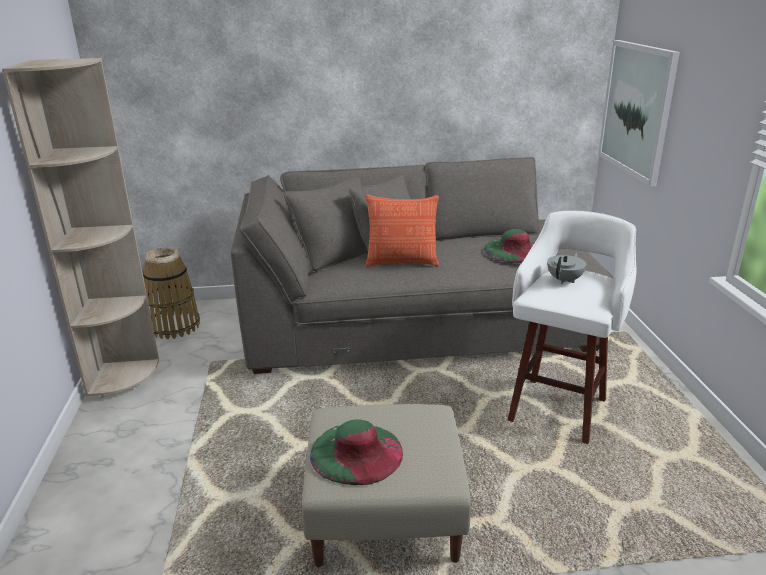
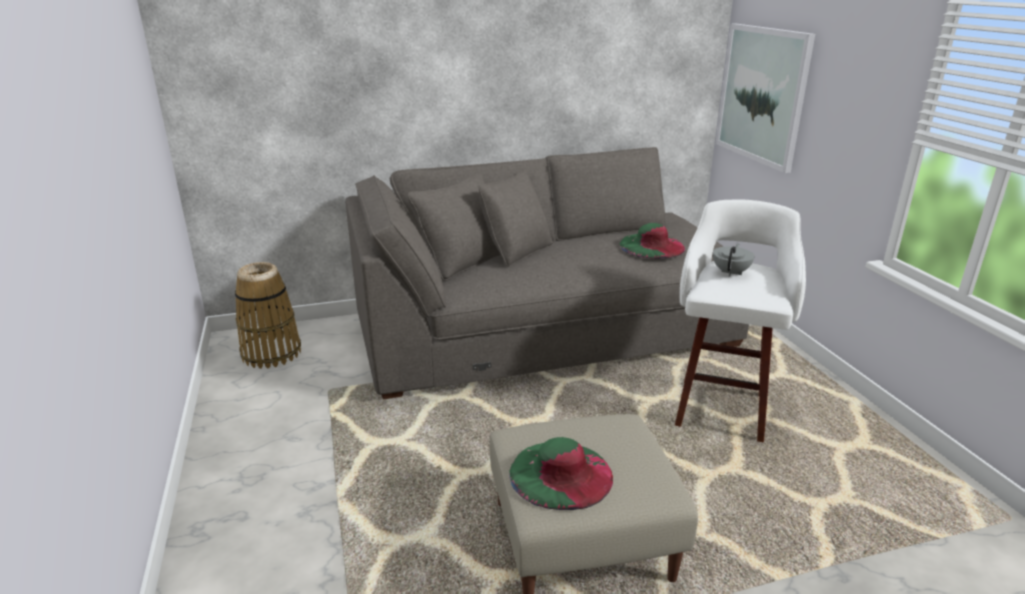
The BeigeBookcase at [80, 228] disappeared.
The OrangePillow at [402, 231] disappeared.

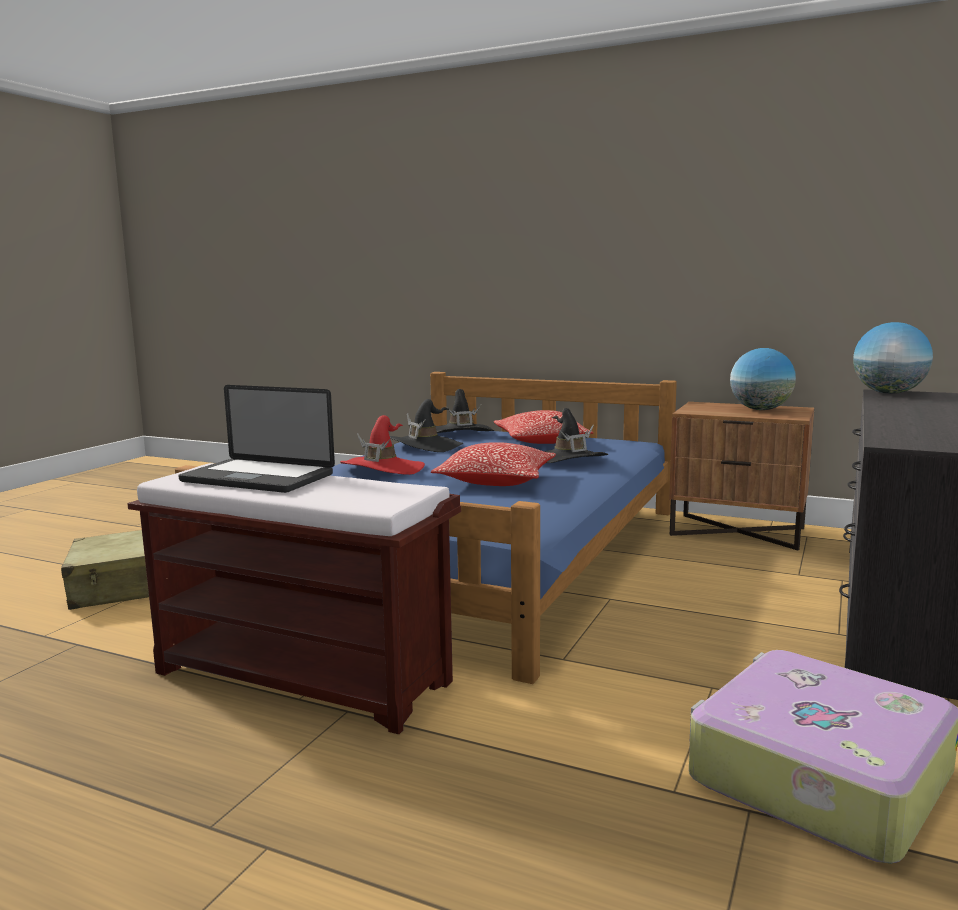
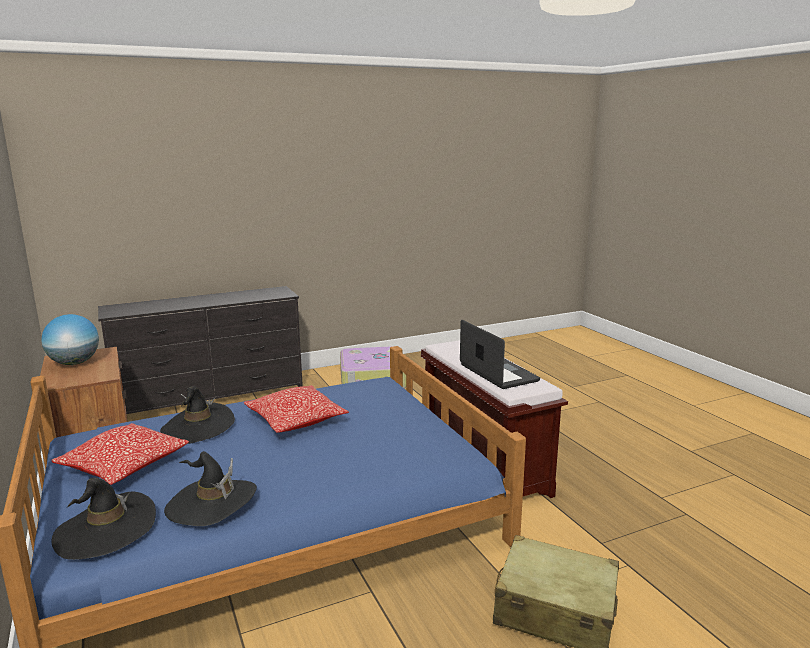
The RedHat at [382, 445] disappeared.
The Globe at [893, 358] disappeared.

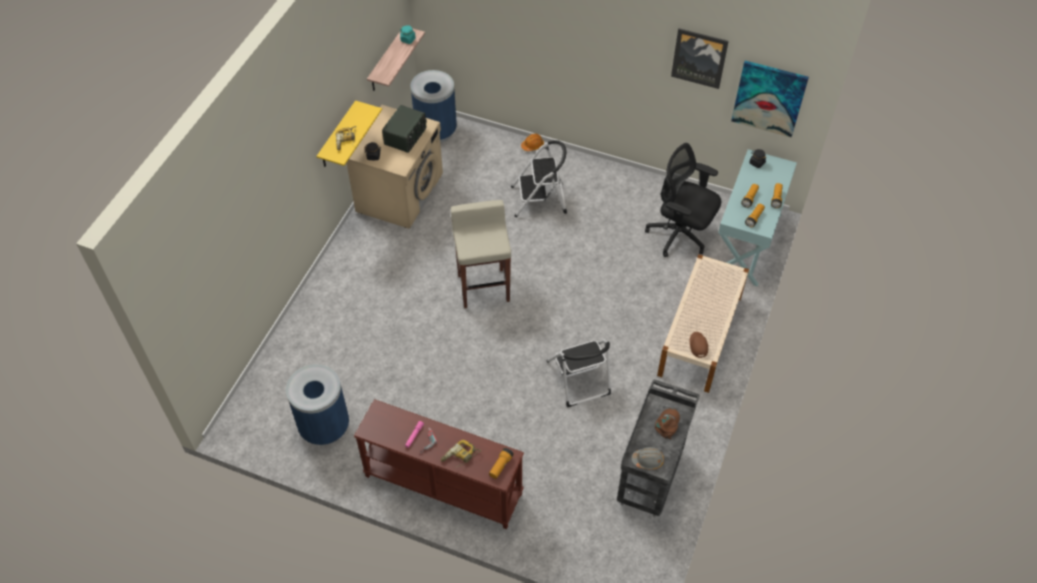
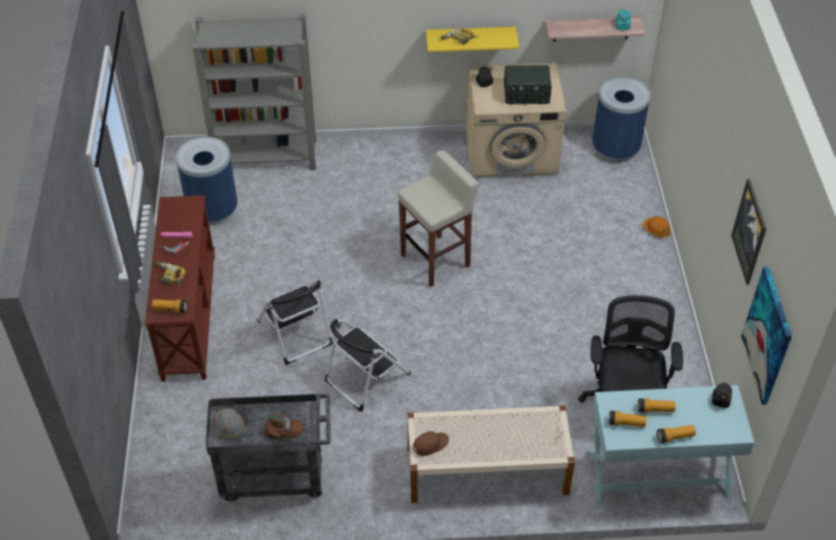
The GreyBookcase at [254, 91] appeared.
The StepLadder moved from [539, 178] to [295, 322].

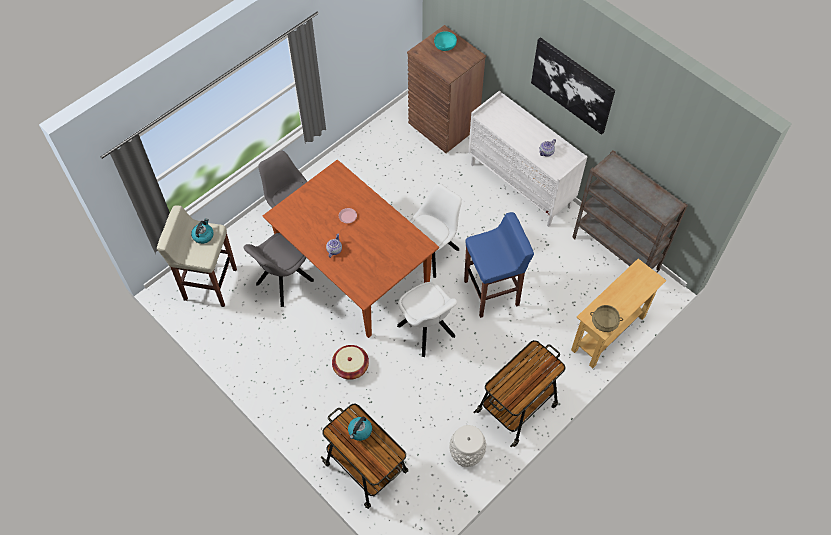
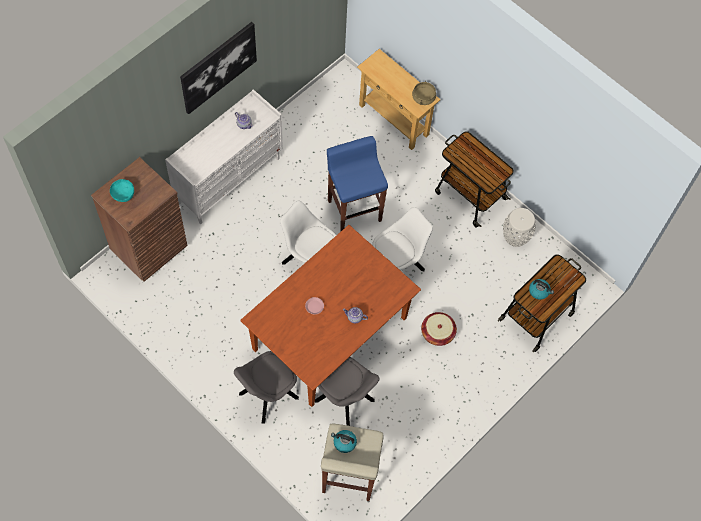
The GreyBookcase at [630, 211] disappeared.

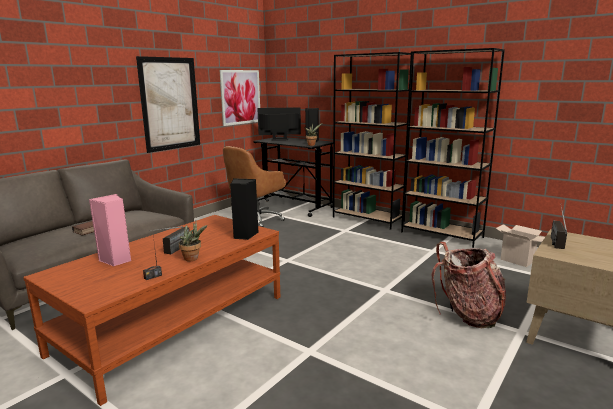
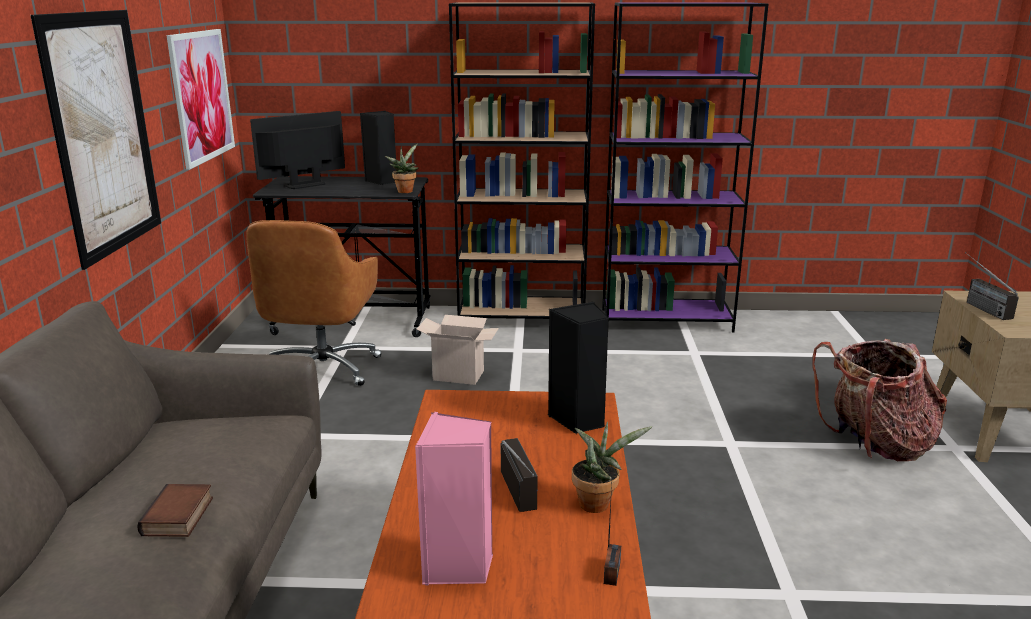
The CardboardBox moved from [520, 245] to [457, 350].
The BeigeBookcase at [453, 148] became the PurpleBookcase at [685, 167].

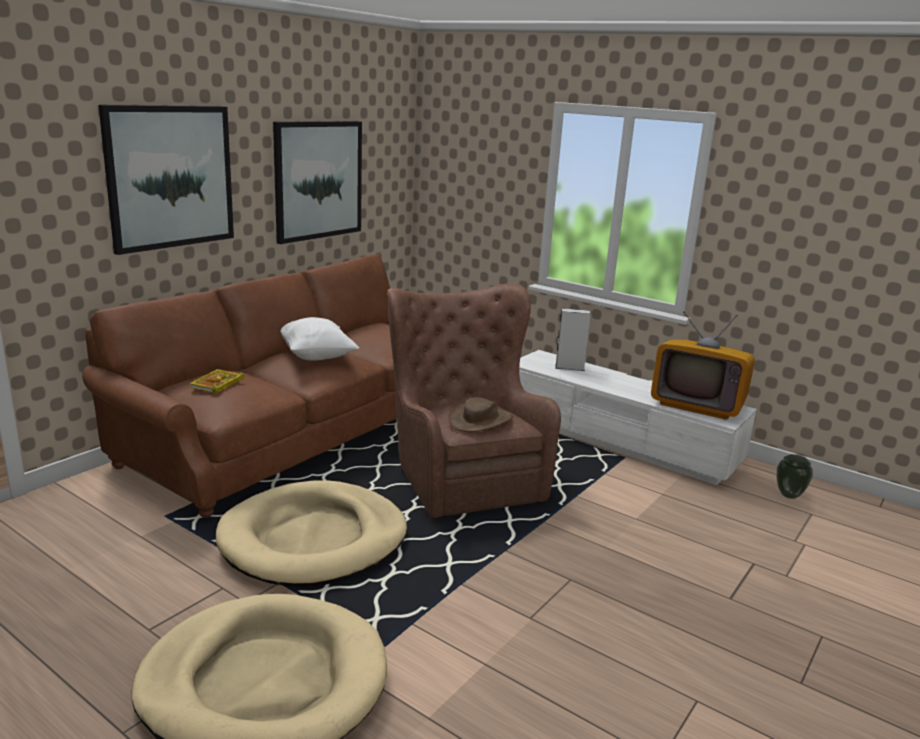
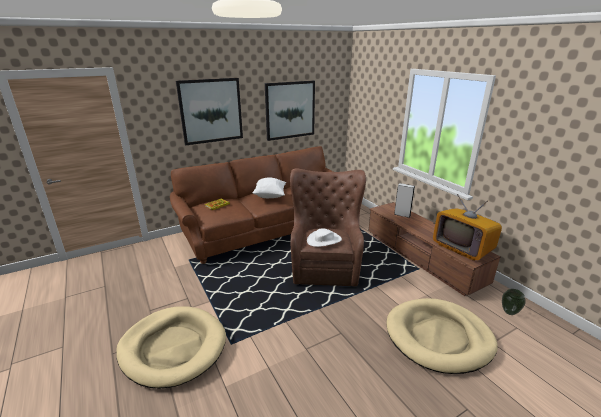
The BrownHat at [480, 414] became the WhiteHat at [324, 237].
The WhiteTvStand at [638, 417] became the BrownTvStand at [434, 249].
The BeigeDogBed moved from [311, 533] to [442, 336].

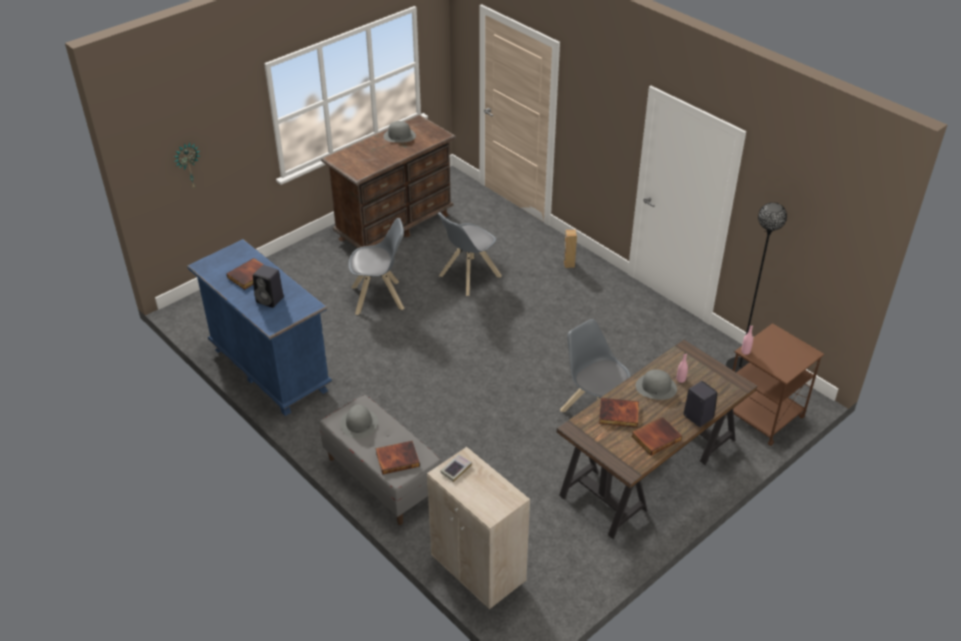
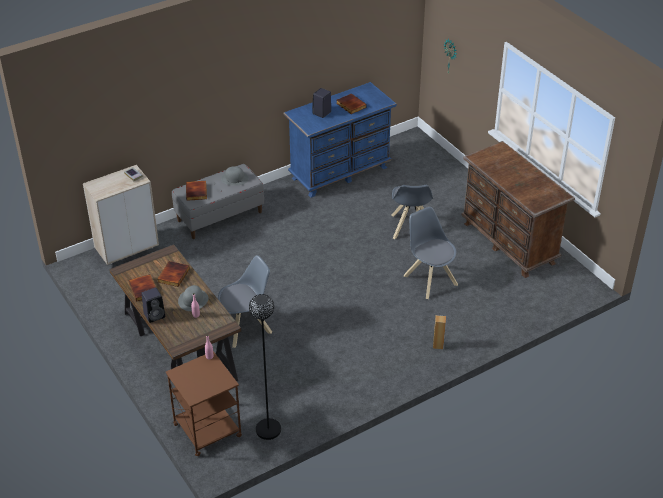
The GreyHat at [399, 132] disappeared.

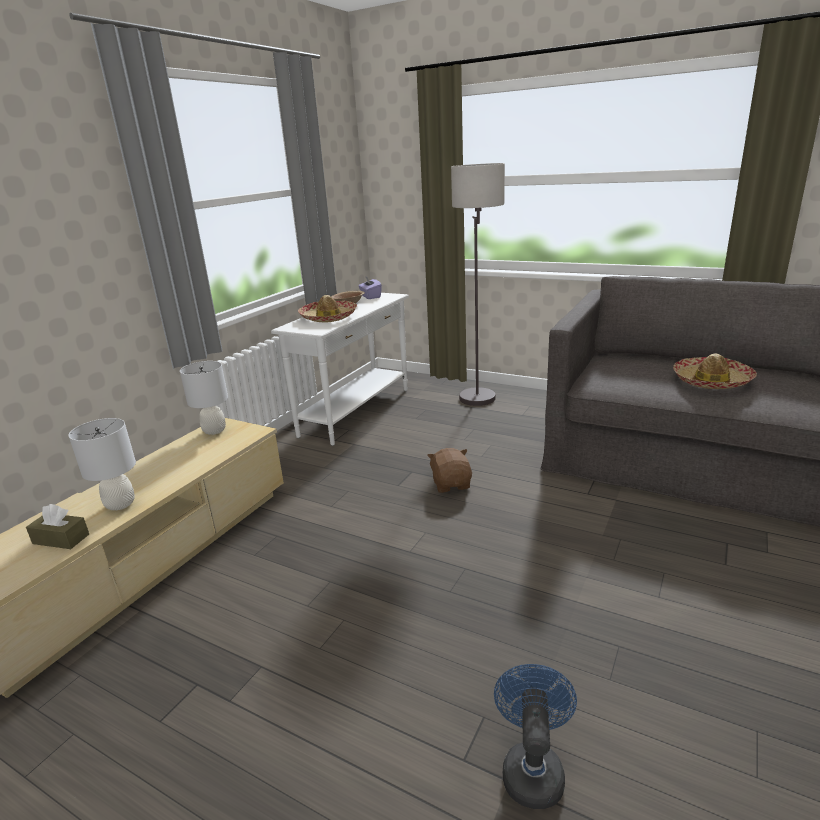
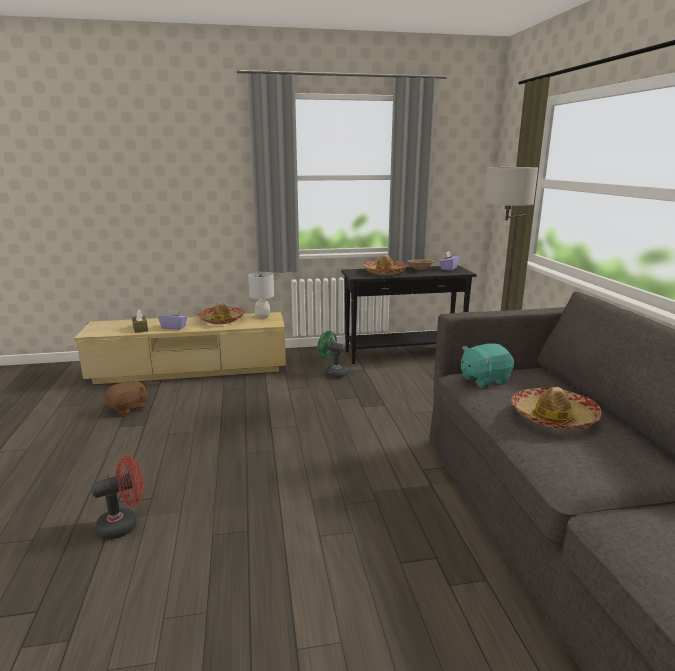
The BlueFan at [535, 736] became the RedFan at [117, 498].
The BrownPlushToy moved from [449, 470] to [126, 397].
The GreyTableLamp at [102, 464] was replaced by the PurpleTissueBox at [173, 319].
The Hat at [221, 314] appeared.
The GreenFan at [332, 354] appeared.
The WhiteConsoleTable at [340, 369] became the BlackConsoleTable at [409, 315].
The TurquoisePlushToy at [487, 365] appeared.

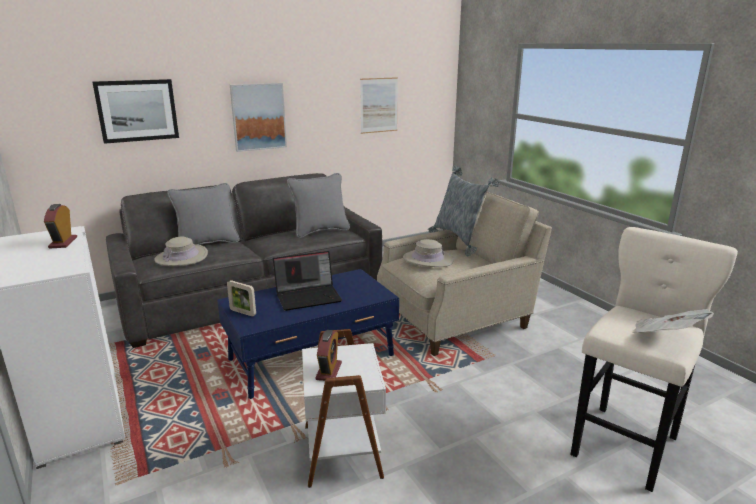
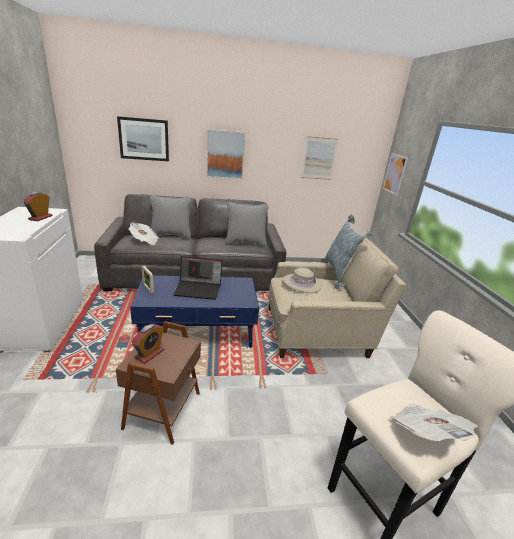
The WhiteSideTable at [344, 408] became the BrownSideTable at [158, 383].
The BeigeHat at [181, 251] was replaced by the Newspaper at [143, 234].
The Picture at [395, 174] appeared.

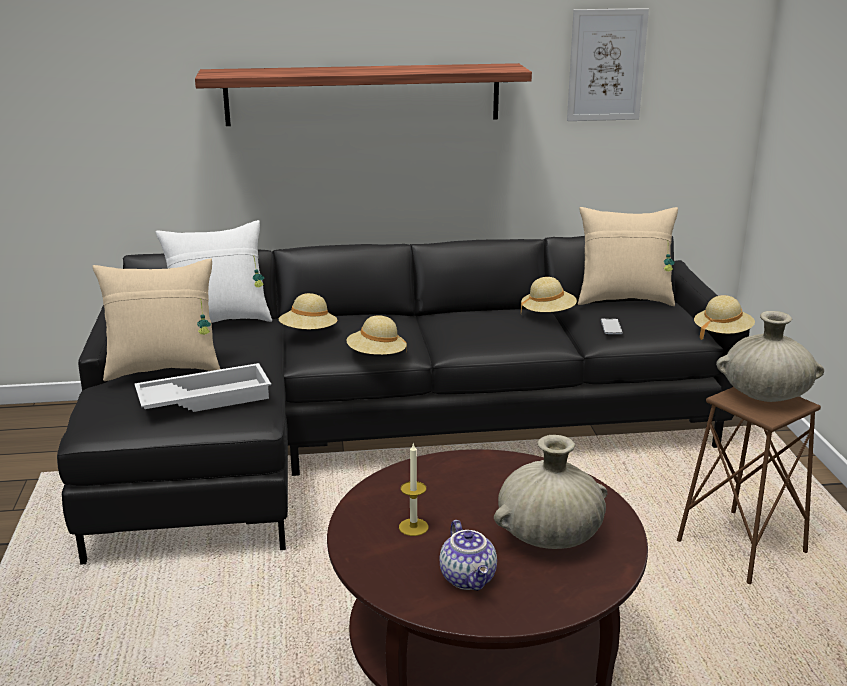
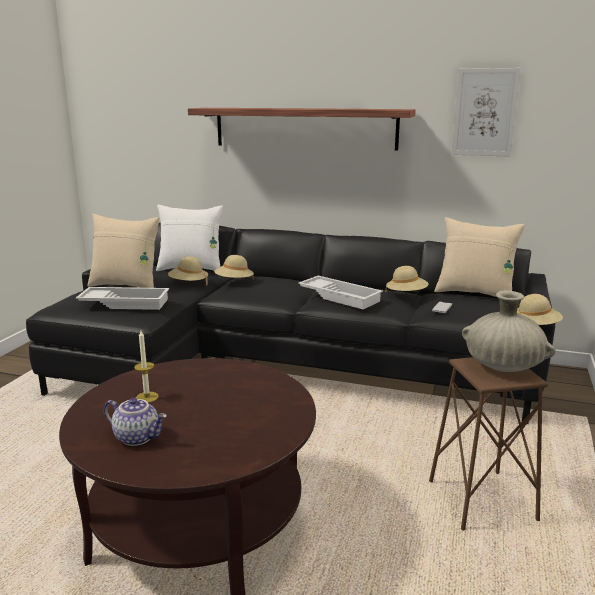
The Teapot at [468, 555] turned 75 degrees counterclockwise.
The BeigeHat moved from [376, 335] to [188, 270].
The WhiteTray at [340, 292] appeared.
The BeigeVase at [550, 492] disappeared.

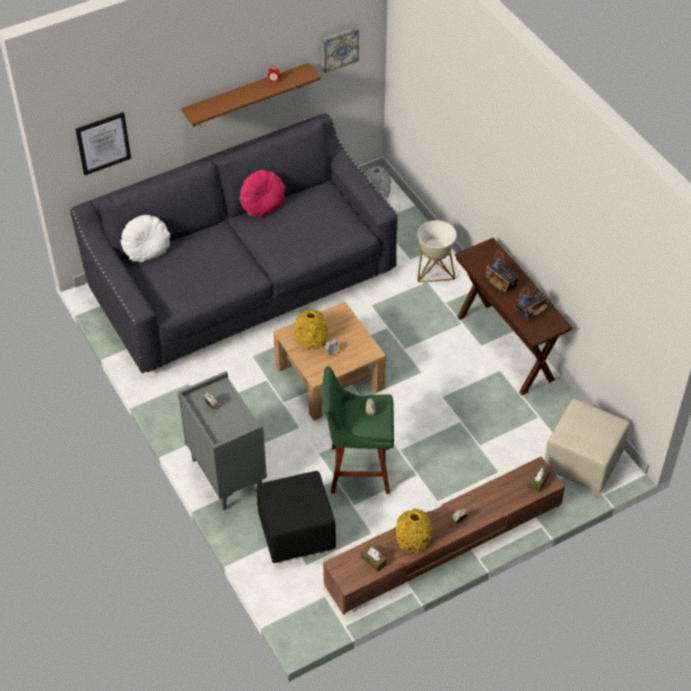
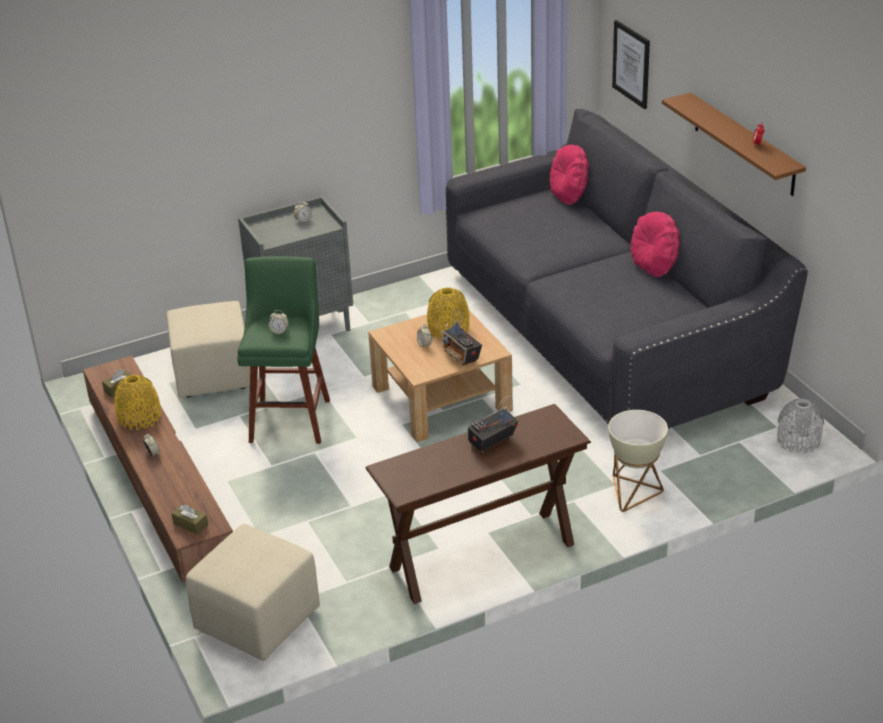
The BlackOttoman at [296, 517] became the BeigeOttoman at [208, 349].
The Radio moved from [531, 303] to [462, 337].
The WhitePillow at [145, 238] became the PinkPillow at [569, 175].
The Picture at [340, 50] disappeared.

